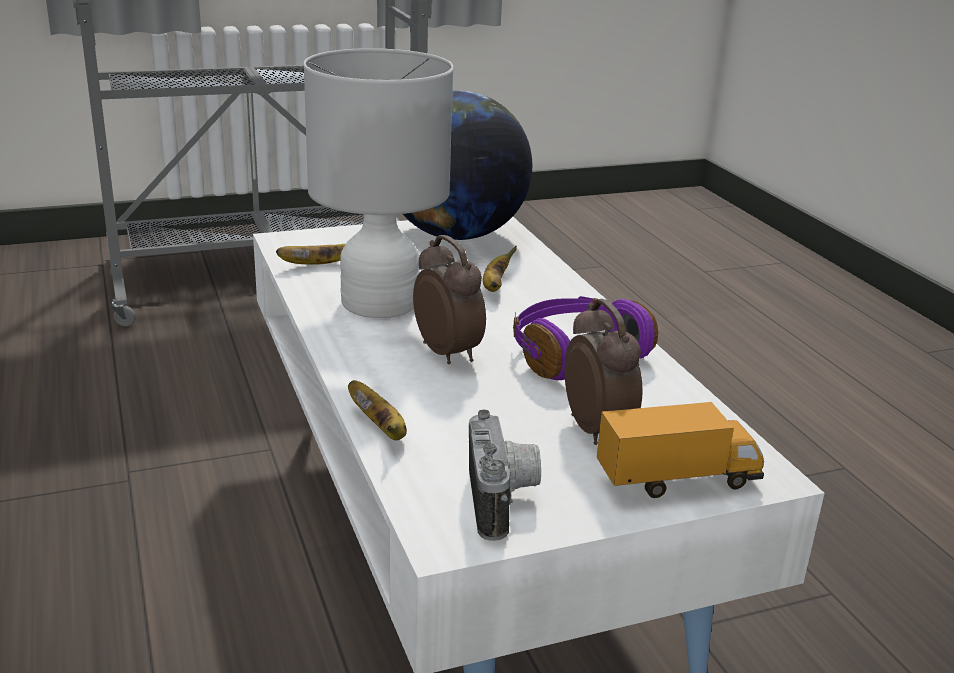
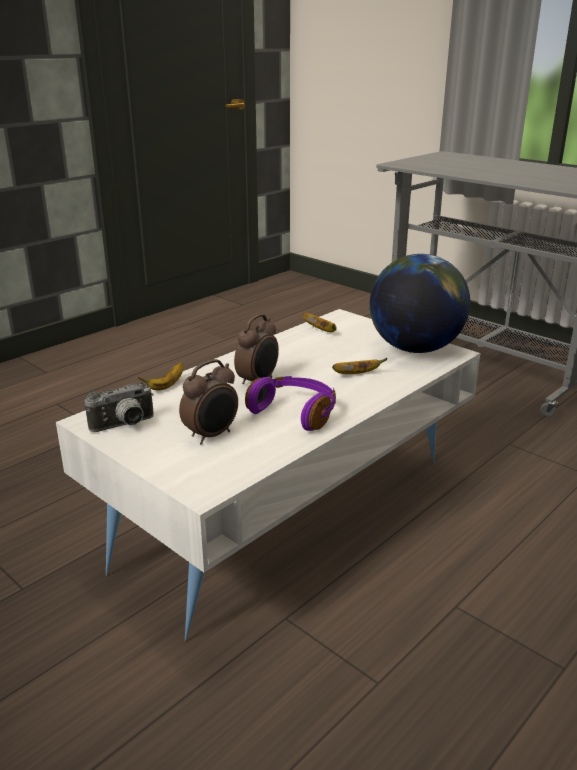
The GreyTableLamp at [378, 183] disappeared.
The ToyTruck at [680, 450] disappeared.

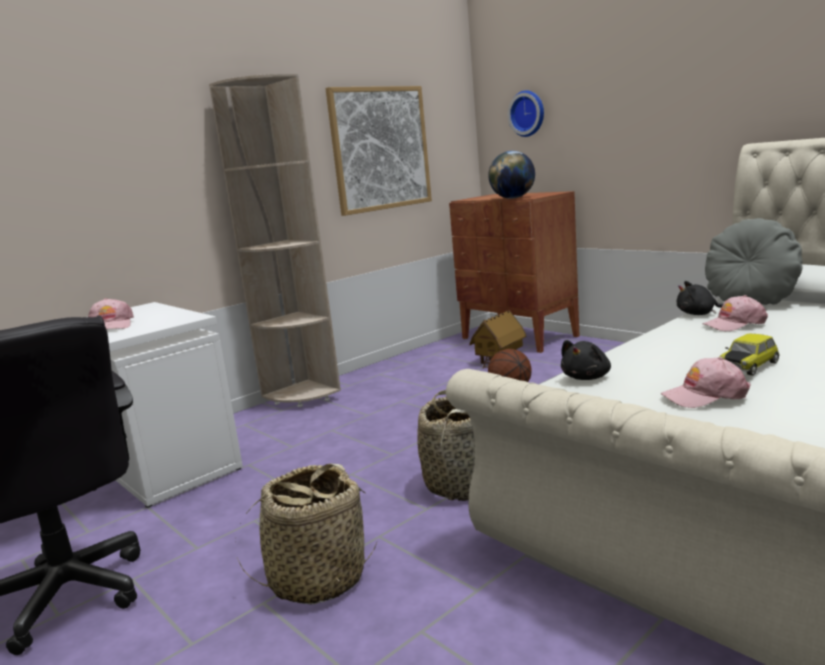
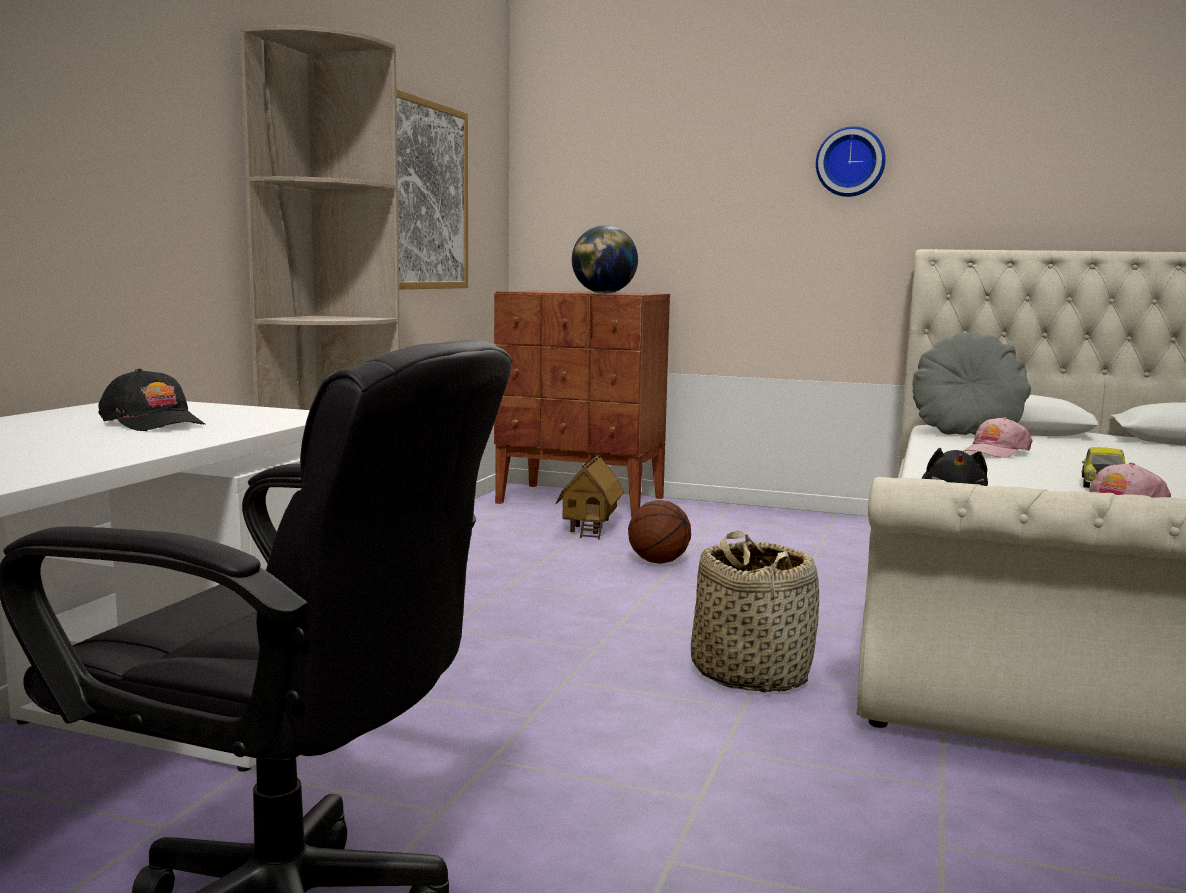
The PinkCap at [111, 313] became the BlackCap at [152, 400].
The WallClock moved from [526, 113] to [851, 161].
The Basket at [306, 534] disappeared.
The BlackPlushToy at [700, 298] disappeared.

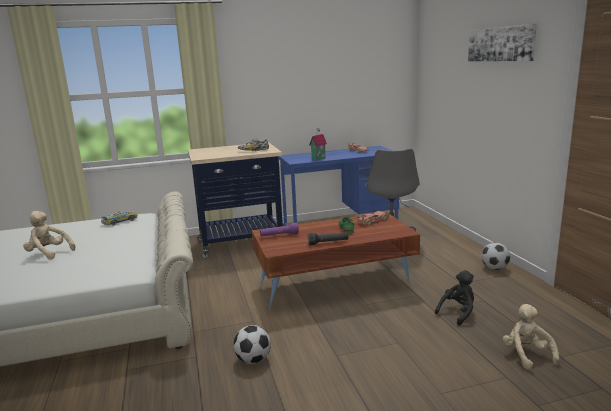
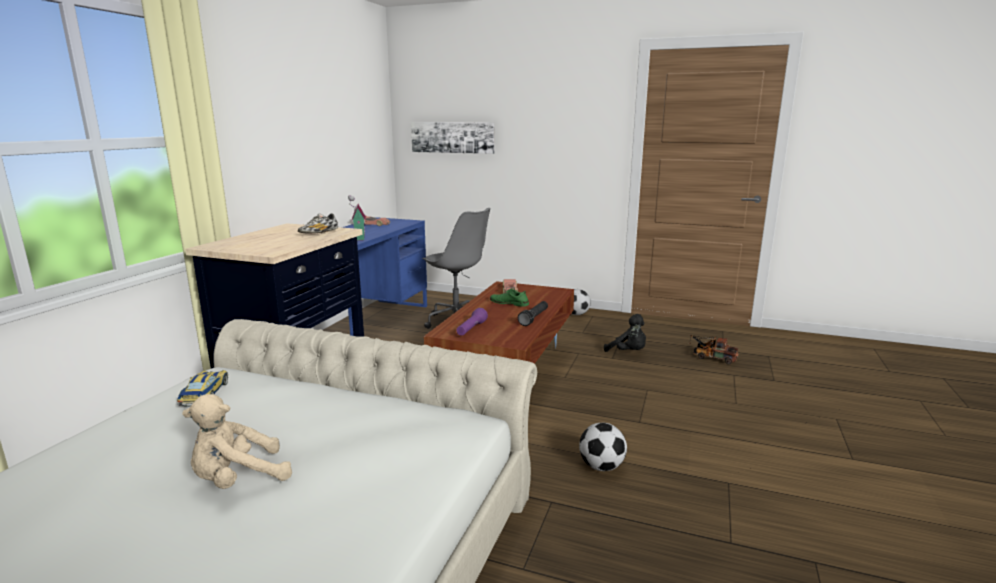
The Picture moved from [502, 43] to [452, 138].
The BlackPlushToy at [454, 297] turned 135 degrees clockwise.
The BeigePlushToy at [531, 337] was replaced by the ToyTruck at [714, 350].

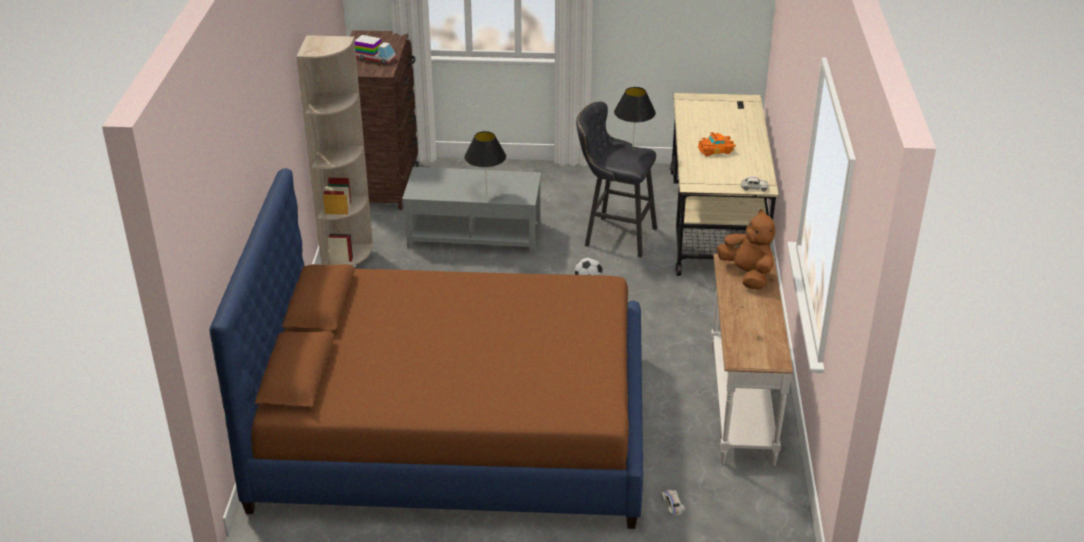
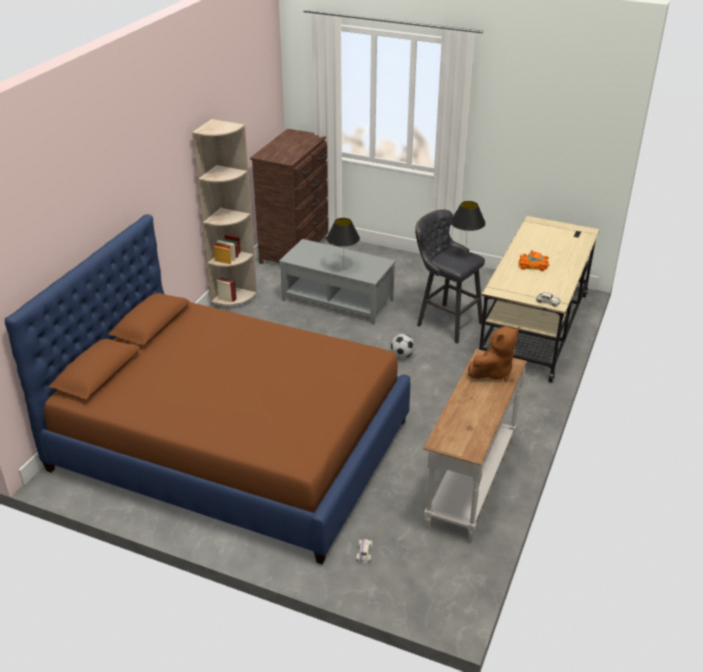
The BrownPlushToy at [746, 249] turned 60 degrees clockwise.
The ToyTruck at [375, 49] disappeared.

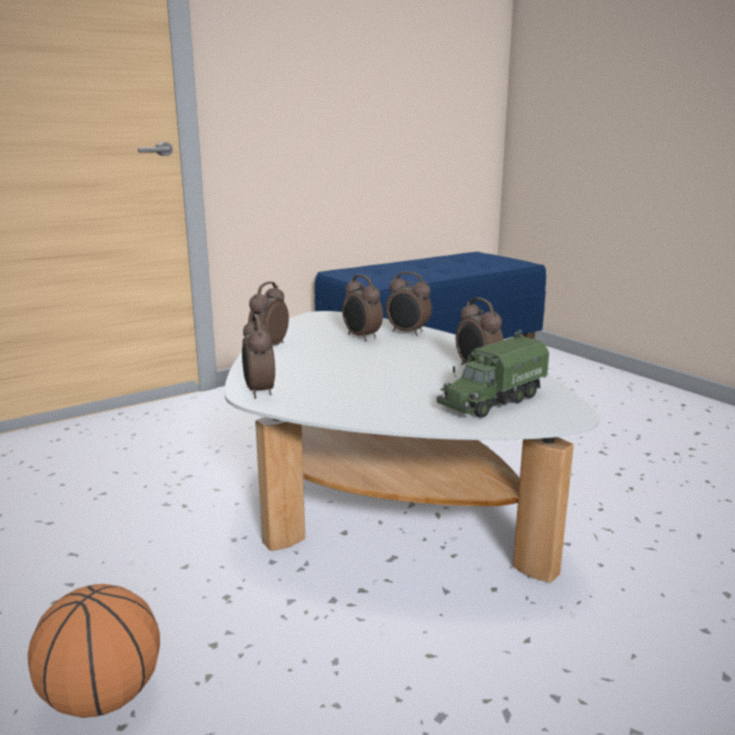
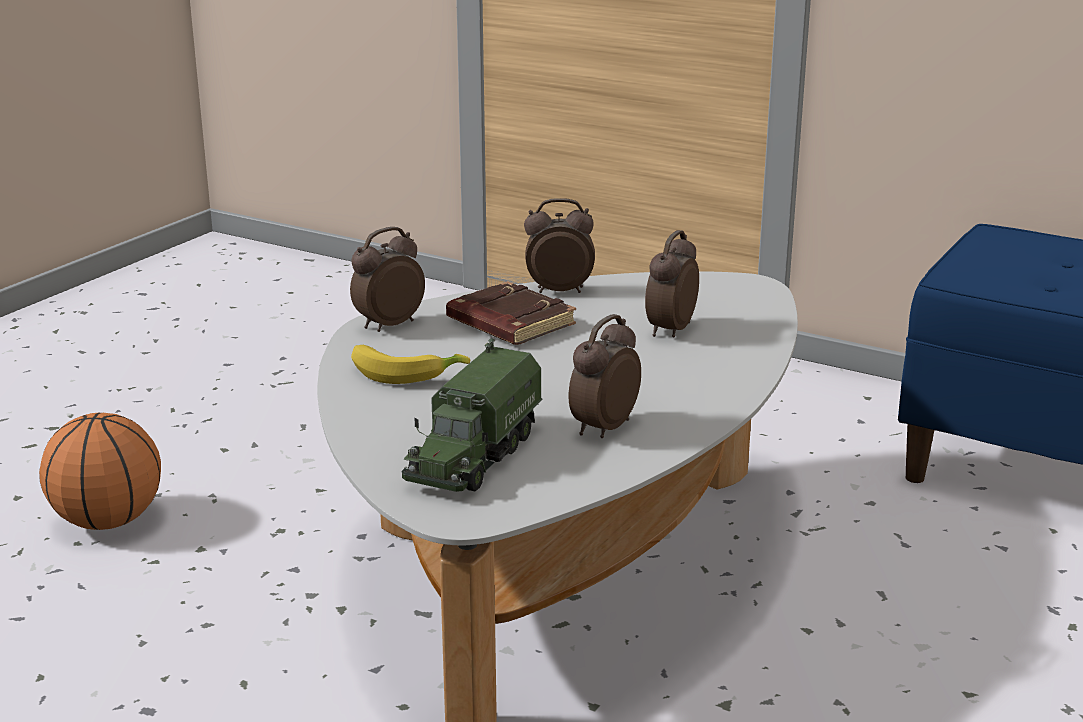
The Banana at [410, 364] appeared.
The ToyTruck at [493, 374] turned 90 degrees counterclockwise.
The BrownBook at [511, 313] appeared.
The AlarmClock at [409, 304] disappeared.

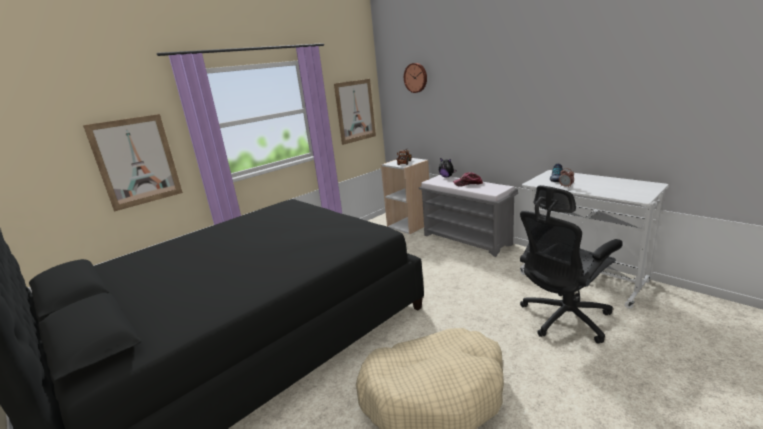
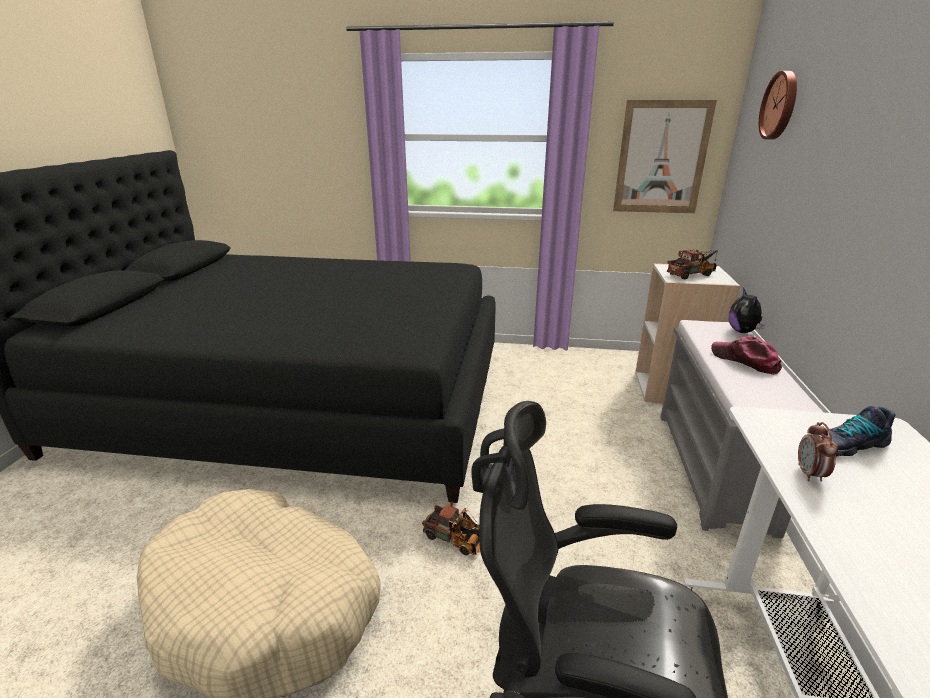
The ToyTruck at [451, 528] appeared.
The Picture at [133, 162] disappeared.

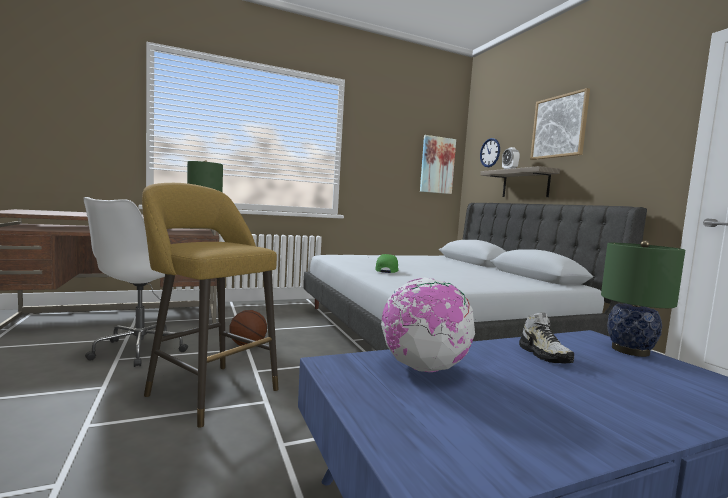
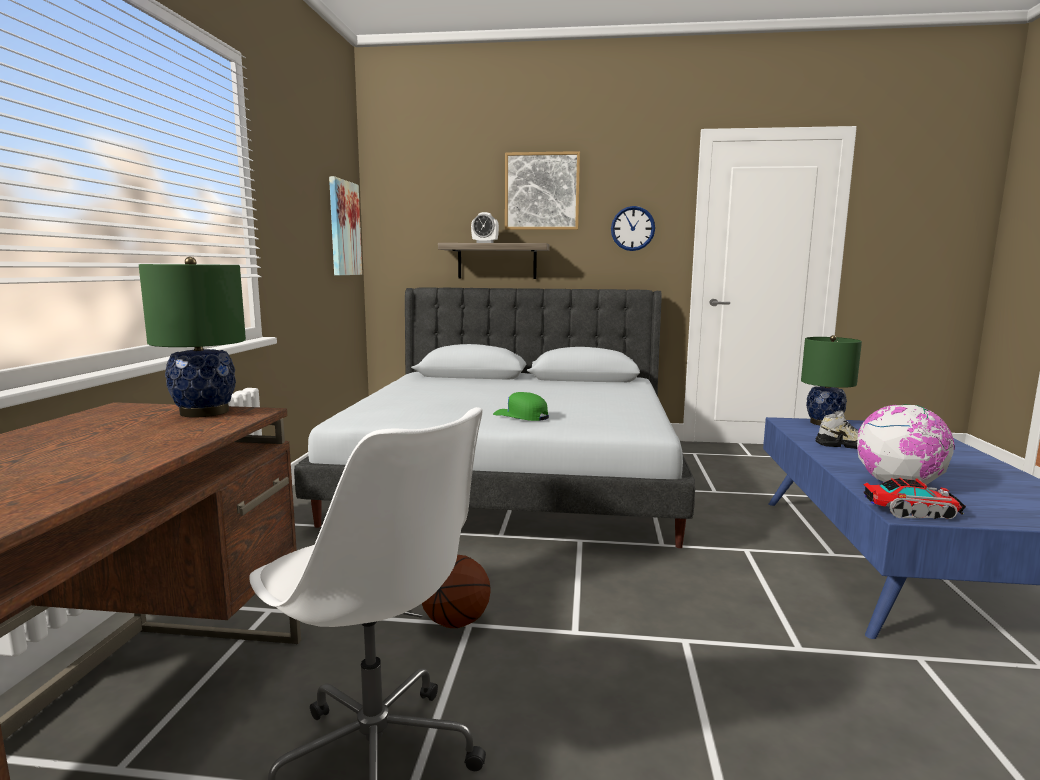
The WallClock moved from [490, 152] to [633, 228].
The ToyTruck at [914, 498] appeared.
The YellowStool at [210, 305] disappeared.

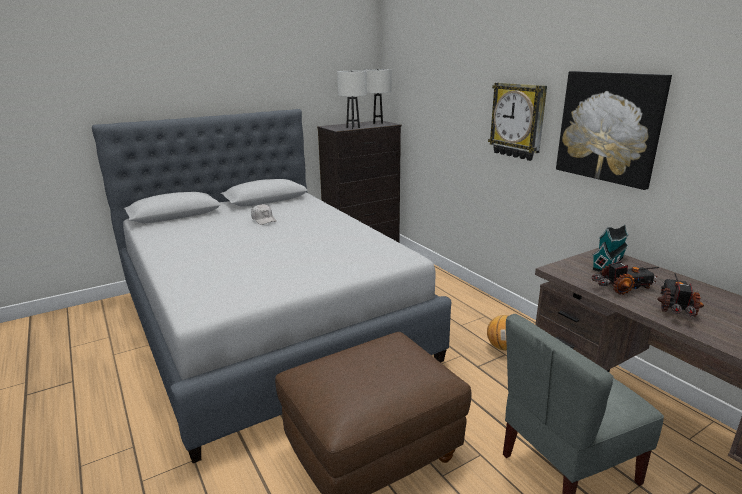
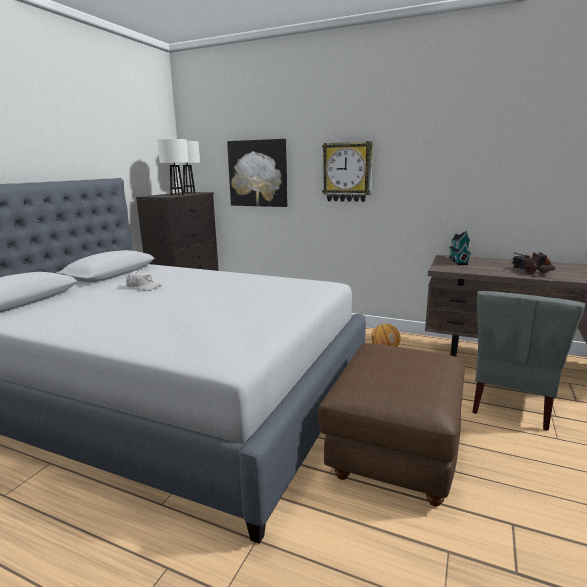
The Picture moved from [614, 130] to [257, 173].
The ToyTruck at [625, 278] disappeared.

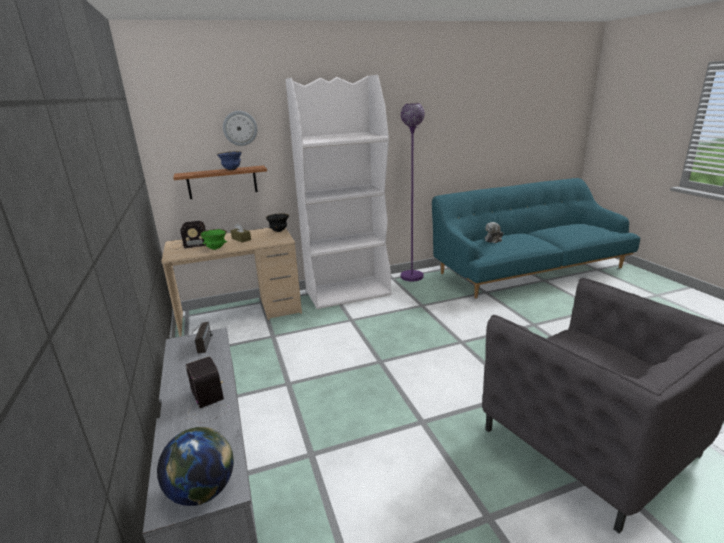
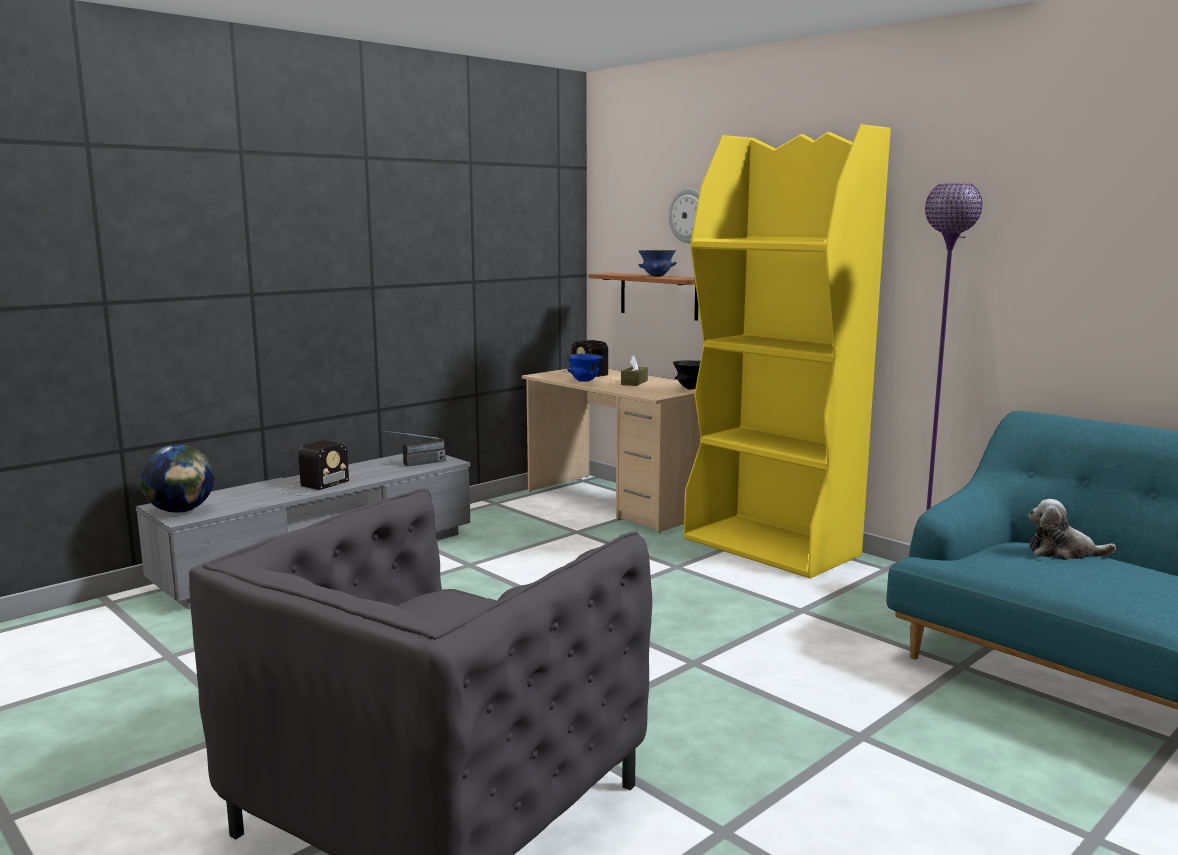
The GreenBowl at [213, 239] became the BlueBowl at [584, 368].
The WhiteBookcase at [338, 192] became the YellowBookcase at [787, 351].

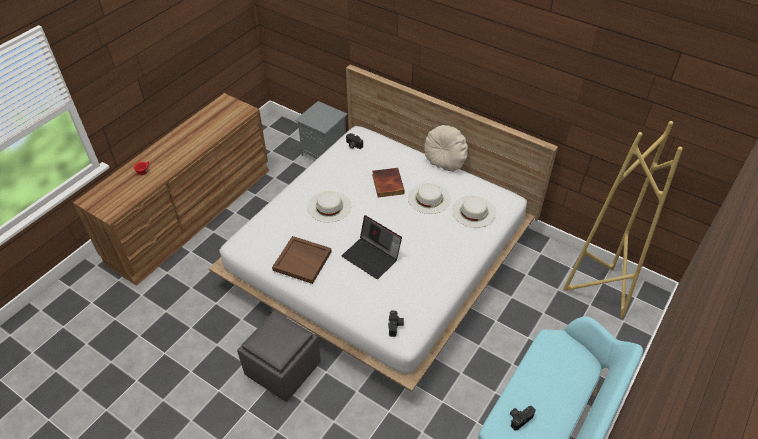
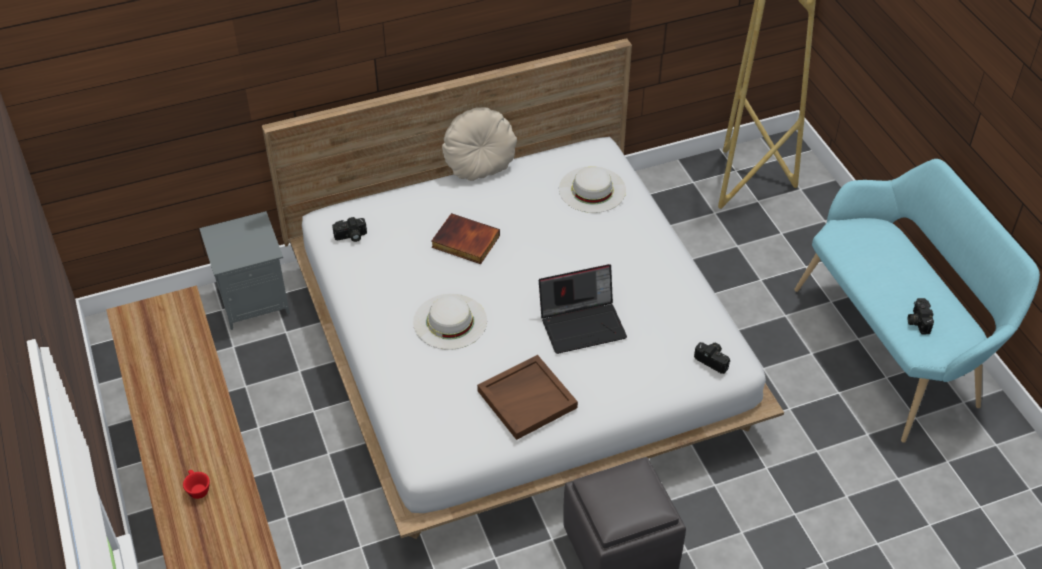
The WhiteHat at [429, 198] disappeared.

